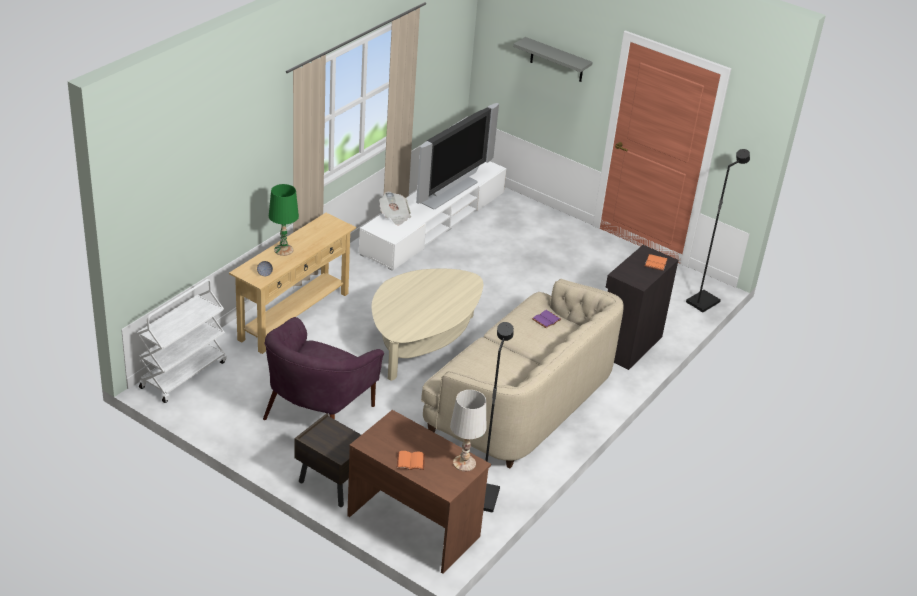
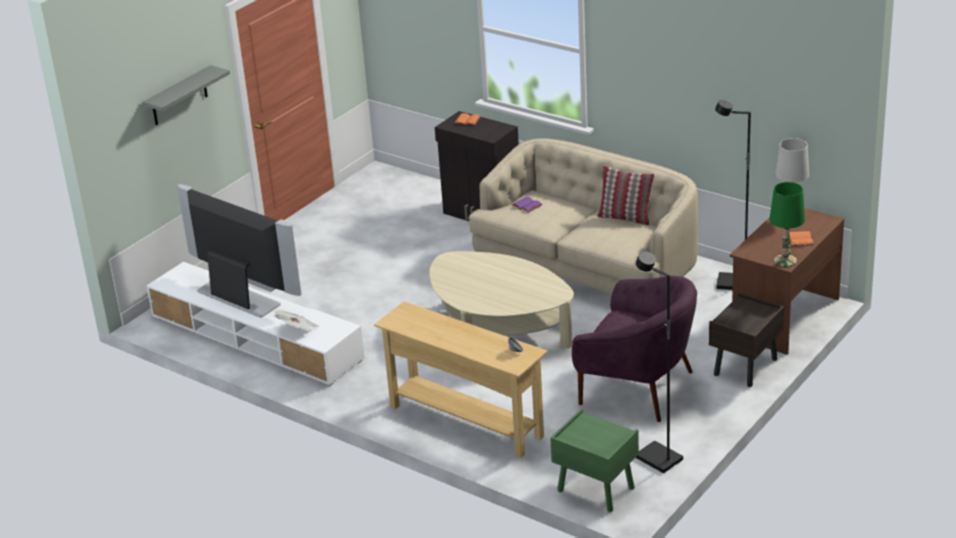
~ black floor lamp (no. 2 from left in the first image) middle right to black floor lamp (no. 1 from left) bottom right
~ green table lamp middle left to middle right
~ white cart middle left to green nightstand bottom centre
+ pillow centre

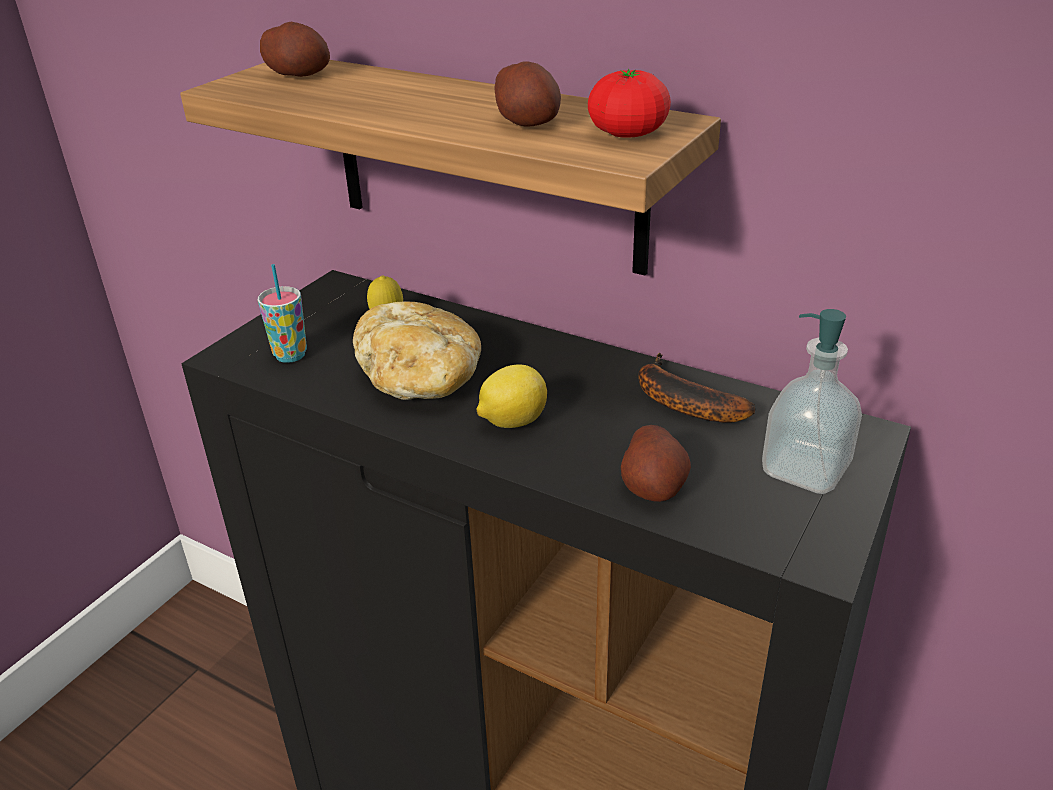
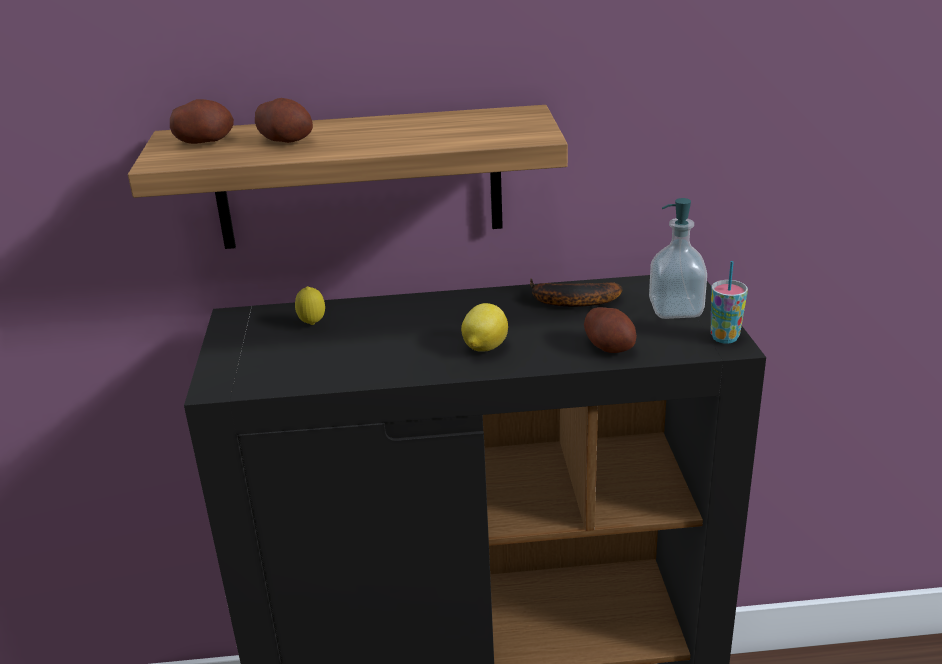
~ potato (no. 2 from left) top centre to top left
- tomato top centre
~ cup middle left to middle right
- bread centre

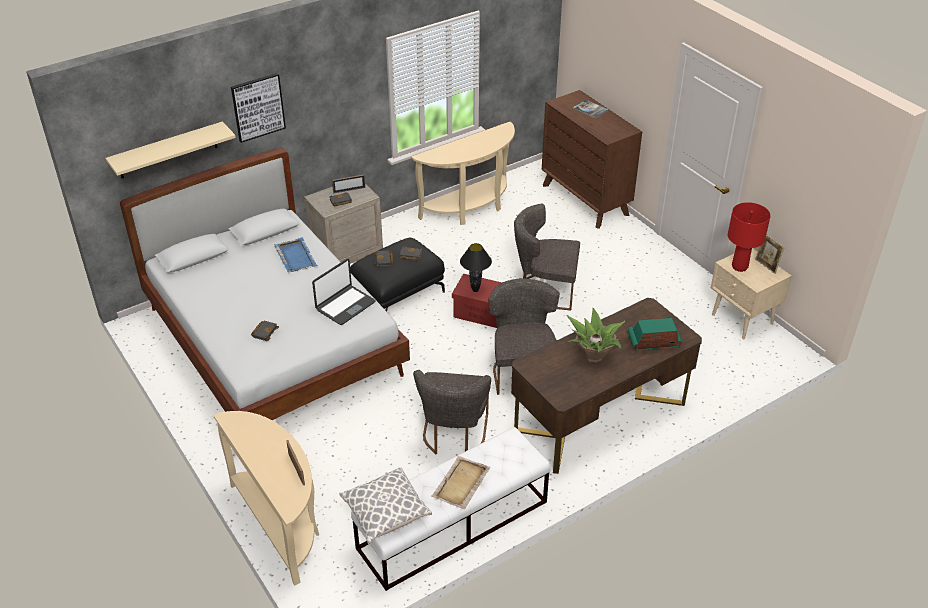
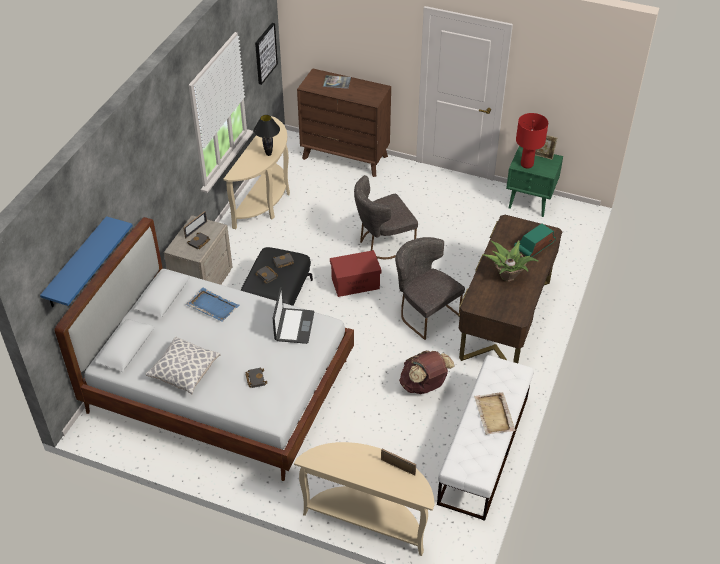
~ picture top left to top centre
~ beige shelf top left to blue shelf middle left
~ black table lamp centre to top centre
~ beige nightstand (no. 2 from left) middle right to green nightstand top right
~ grey chair (no. 1 from left) bottom centre to brown backpack centre
~ pillow bottom centre to middle left

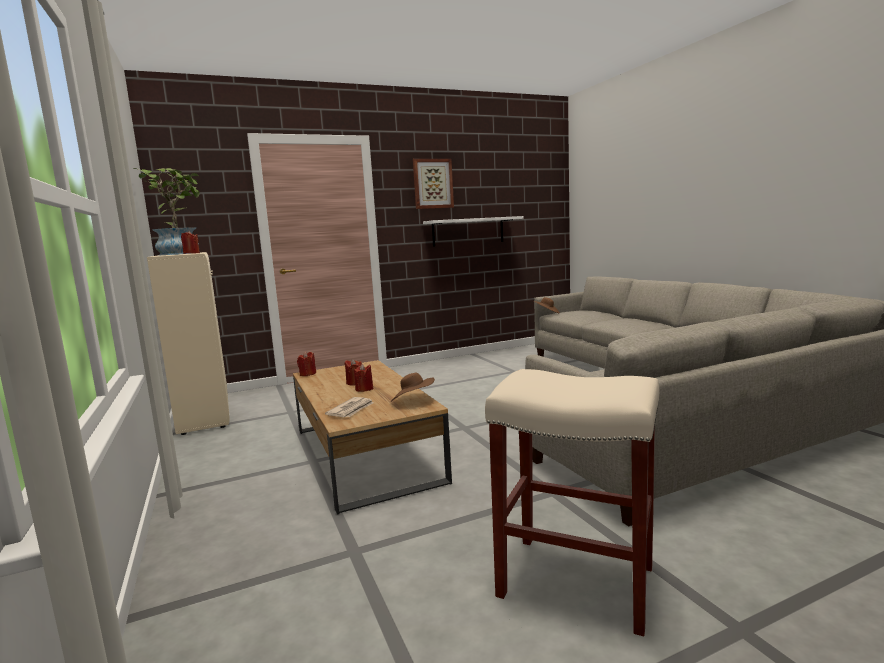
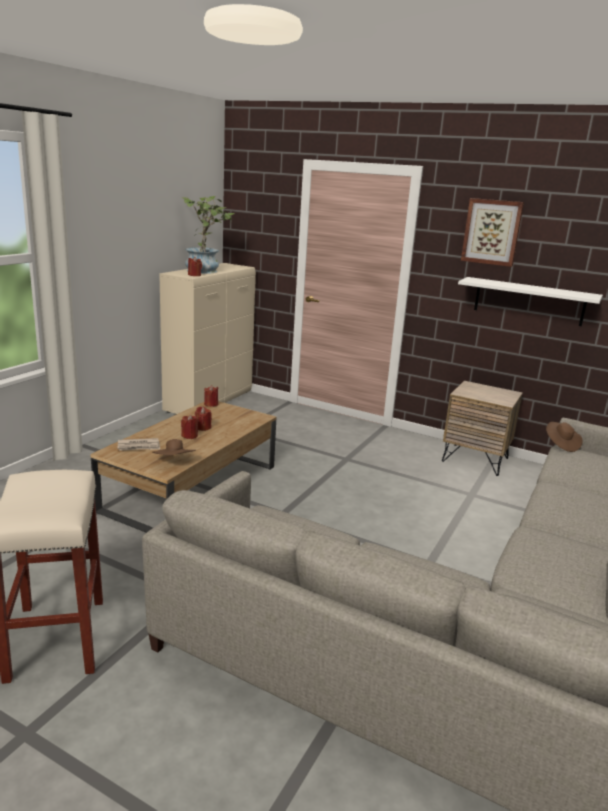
+ brown nightstand middle right

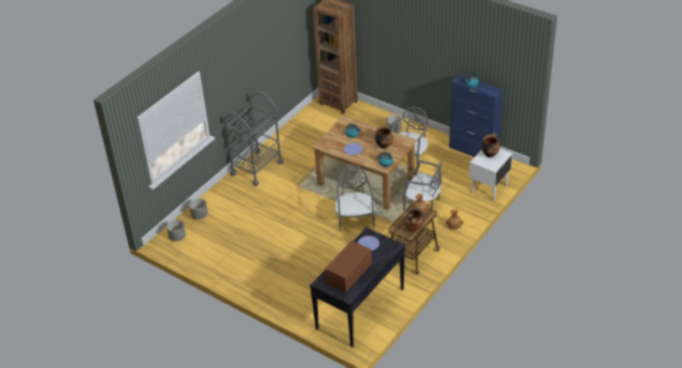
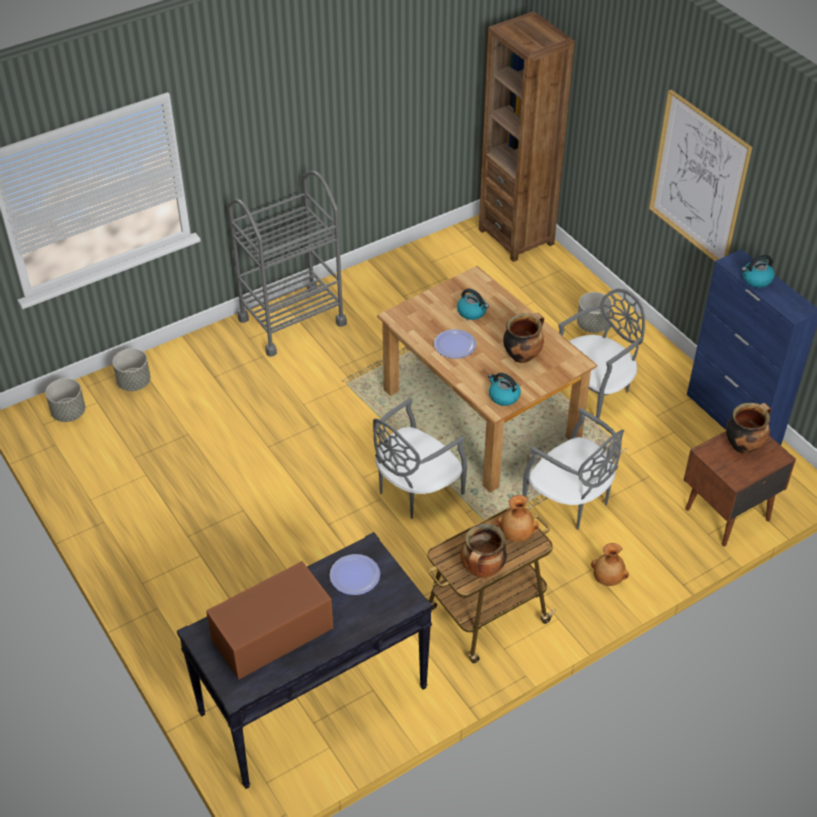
~ white nightstand middle right to brown nightstand middle right
~ grey chair (no. 1 from left) centre = centre 150 degrees counterclockwise
+ picture top right

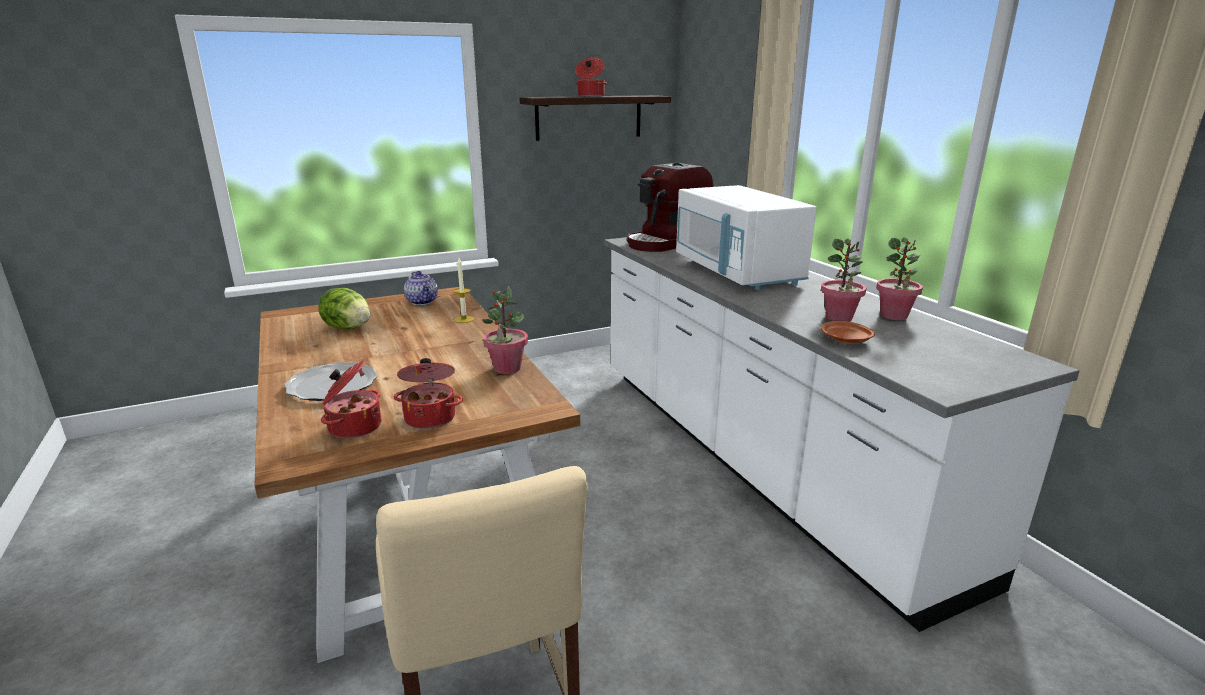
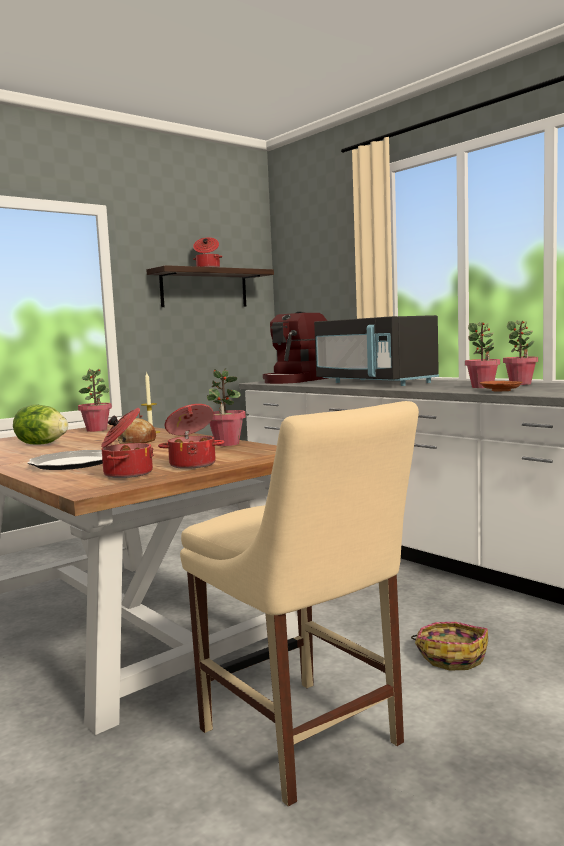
~ white microwave centre to black microwave middle right
~ teapot centre to potted plant (no. 1 from left) middle left
+ bread middle left
+ basket bottom right

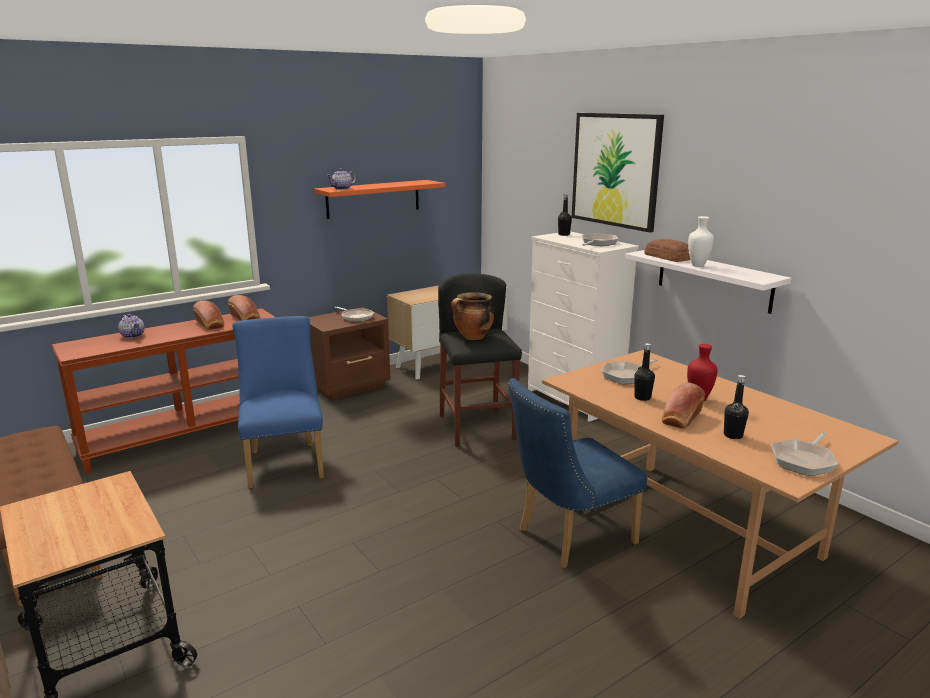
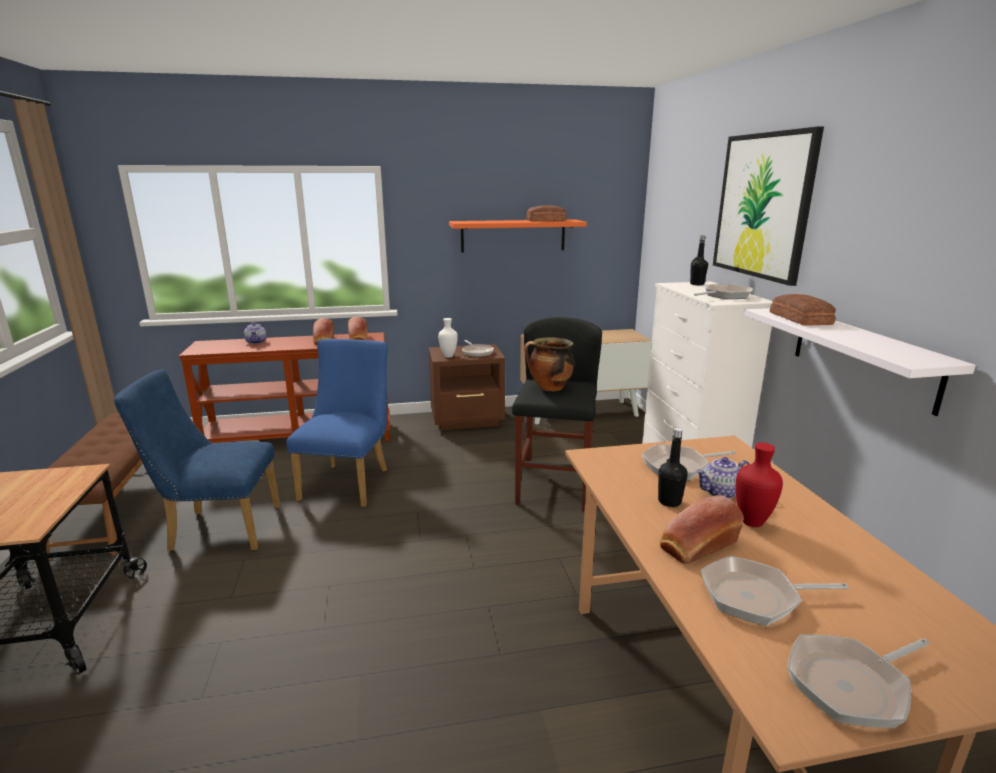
~ teapot (no. 2 from left) top centre to middle right
~ white vase middle right to centre
~ black bottle (no. 3 from left) middle right to frying pan (no. 4 from left) bottom right
~ blue chair (no. 2 from left in the first image) bottom centre to blue chair (no. 1 from left) middle left
+ bread (no. 3 from left) top centre

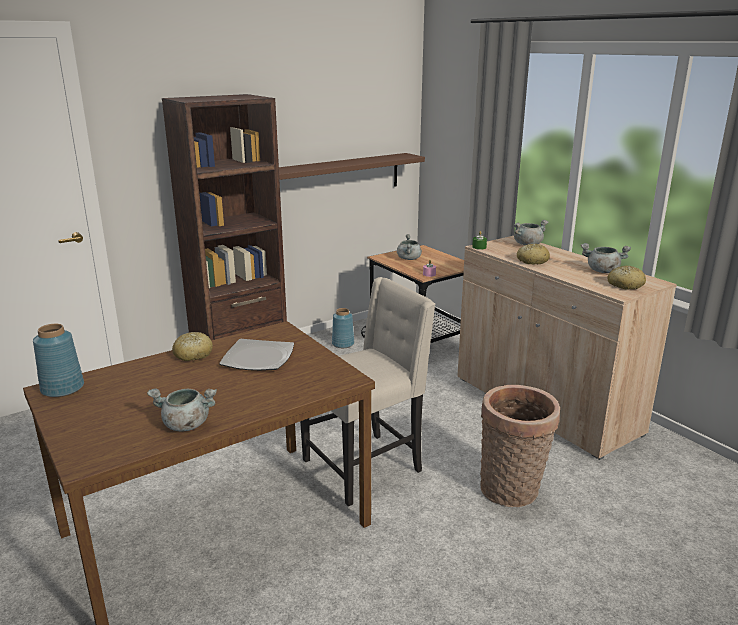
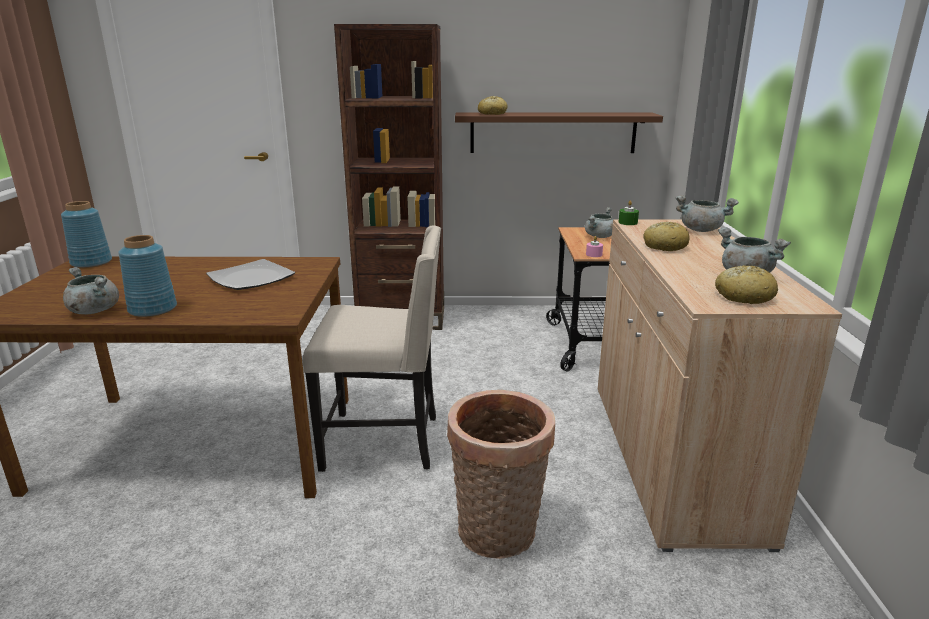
~ blue vase (no. 2 from left) centre to middle left
~ bread (no. 1 from left) middle left to top centre

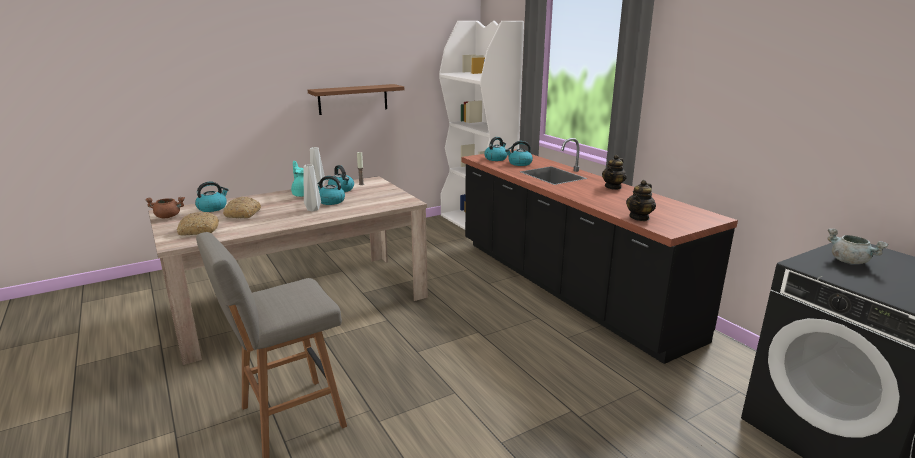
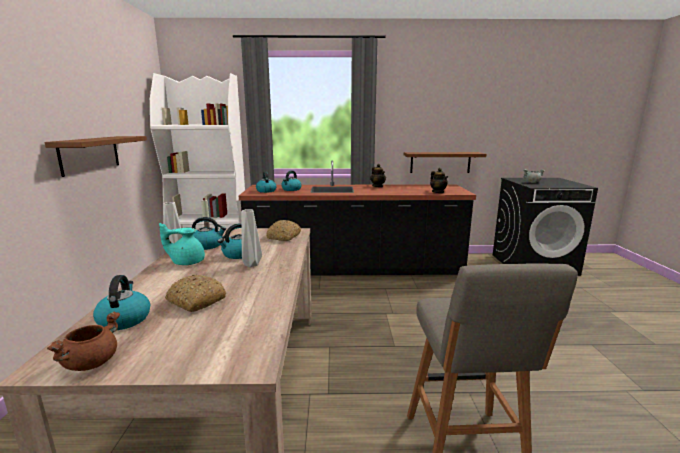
~ bread (no. 1 from left in the first image) middle left to bread (no. 2 from left) centre
+ brown shelf (no. 2 from left) centre

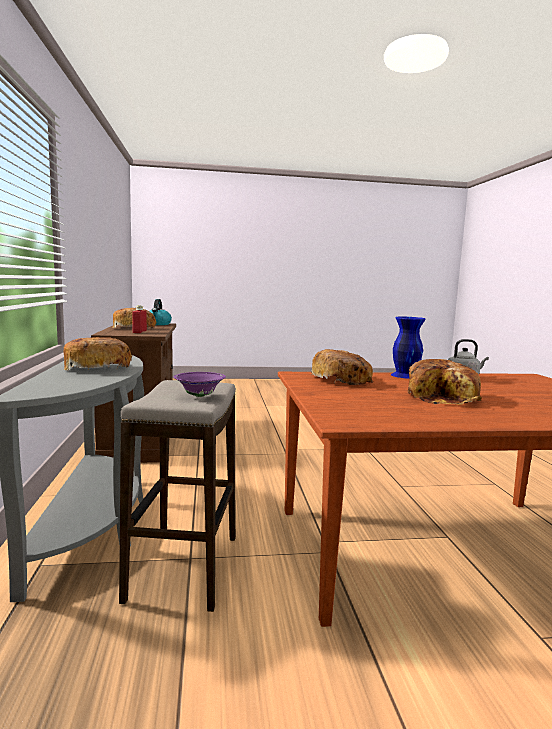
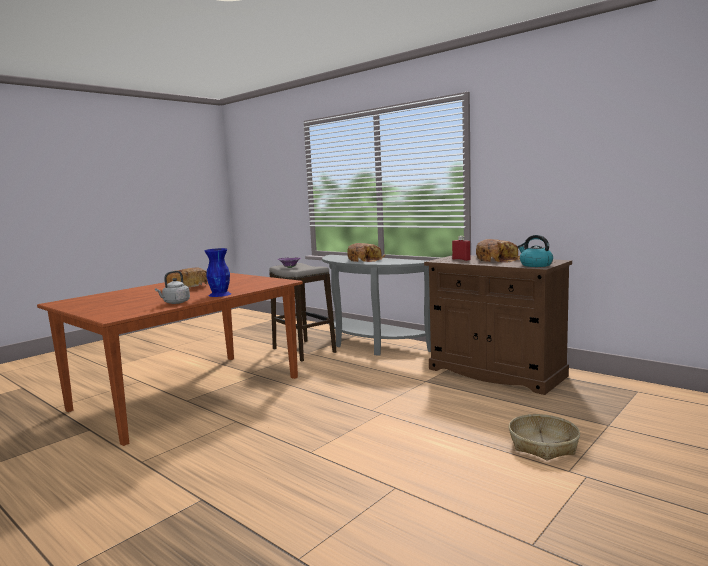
- bread (no. 3 from left) centre
+ basket bottom right

